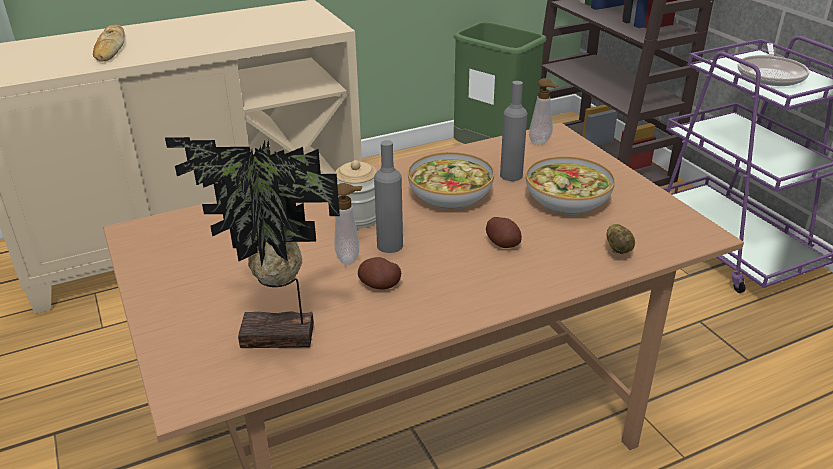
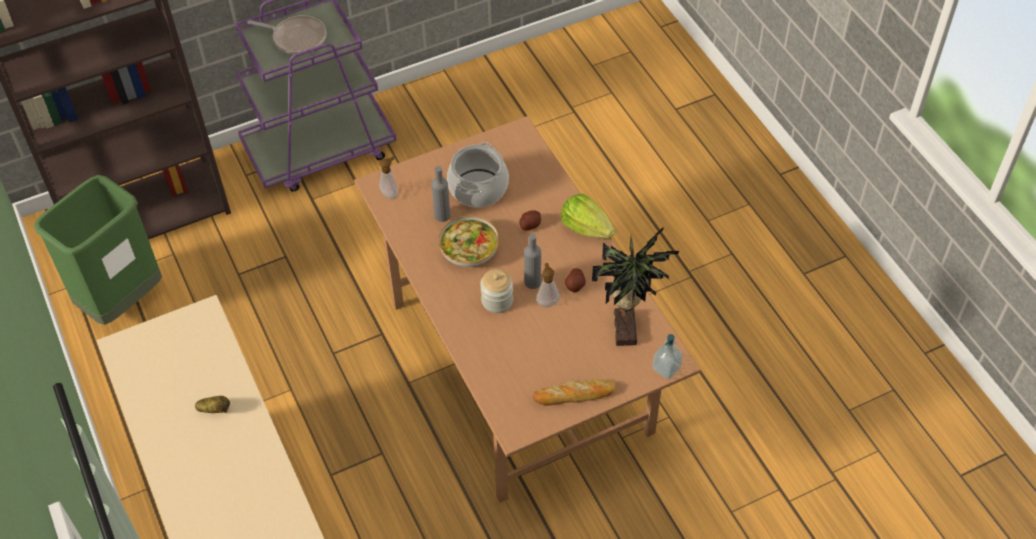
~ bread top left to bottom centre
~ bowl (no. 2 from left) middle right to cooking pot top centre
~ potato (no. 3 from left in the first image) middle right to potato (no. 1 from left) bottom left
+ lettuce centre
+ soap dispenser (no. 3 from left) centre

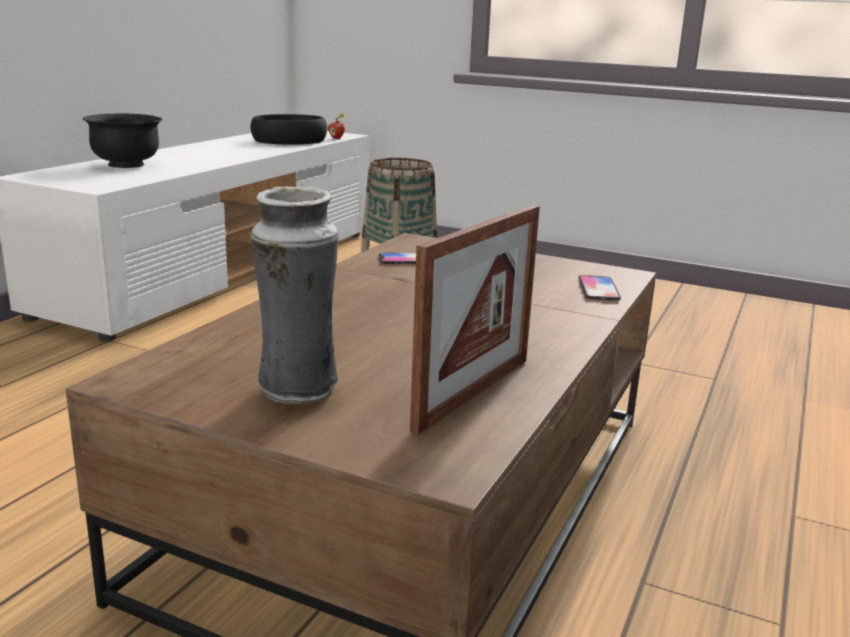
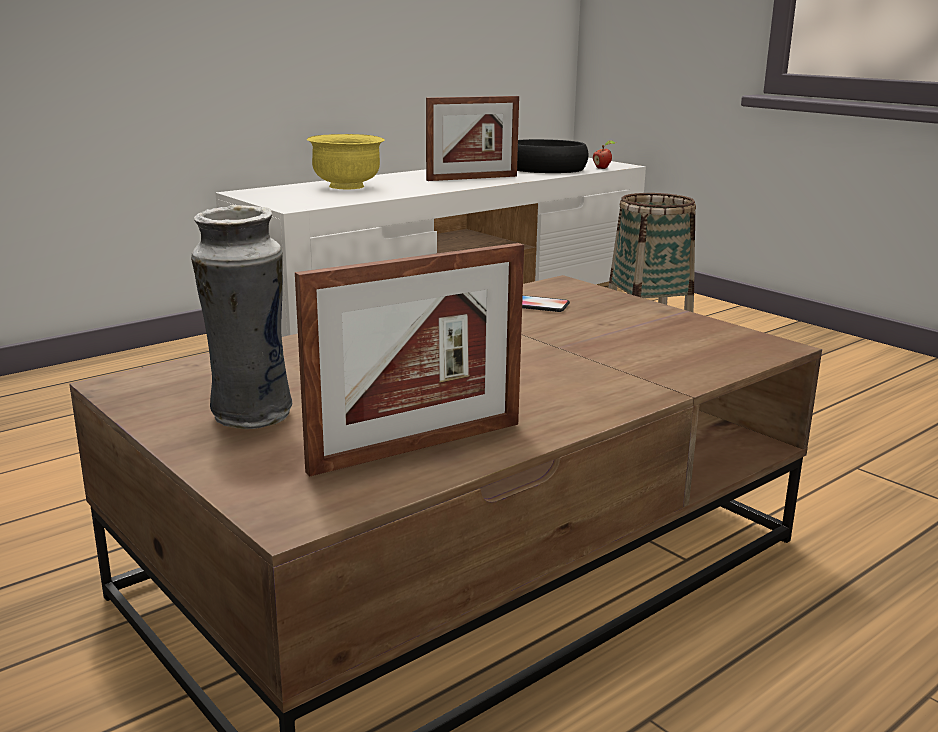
~ black bowl (no. 1 from left) top left to yellow bowl top centre
- phone (no. 2 from left) middle right
+ picture frame (no. 2 from left) top centre

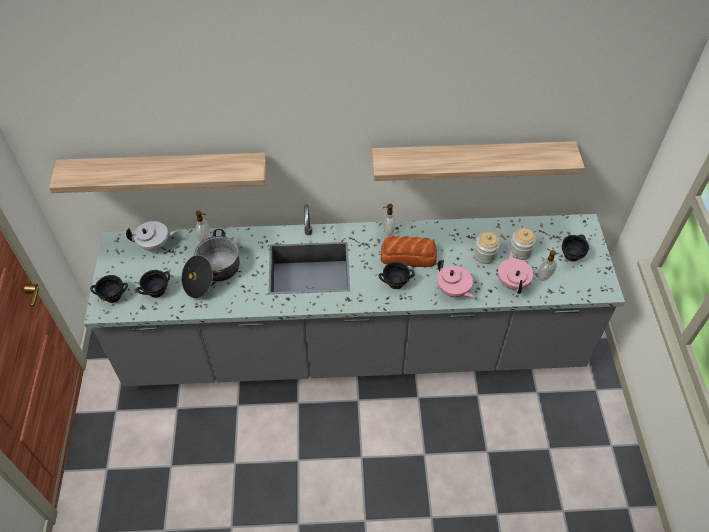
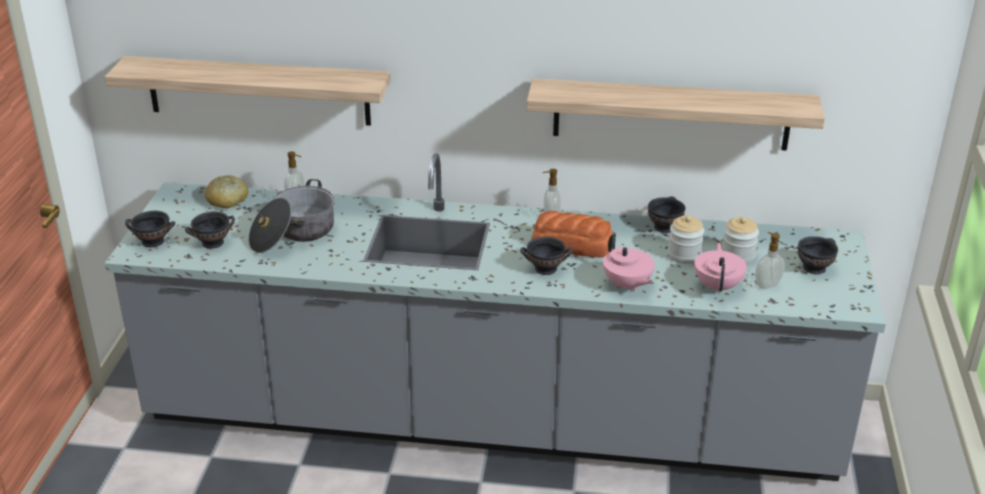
~ white teapot middle left to bread (no. 1 from left) middle left
+ black bowl (no. 4 from left) middle right

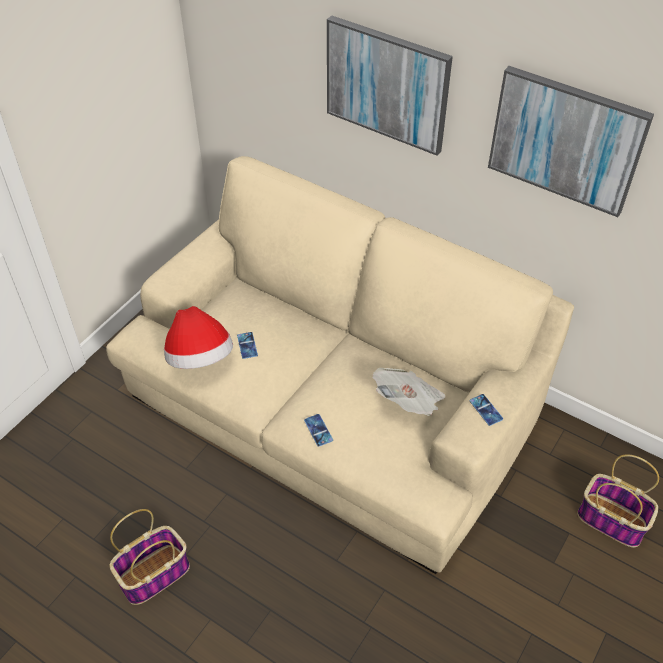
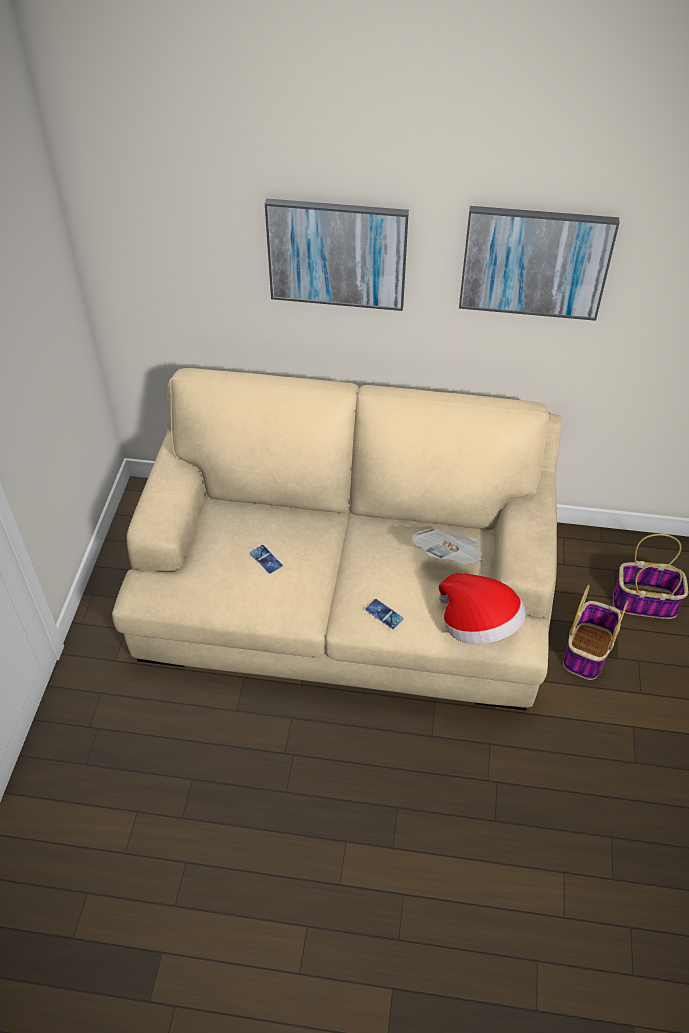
~ hat middle left to middle right
- phone (no. 3 from left) middle right
~ basket (no. 1 from left) bottom left to middle right

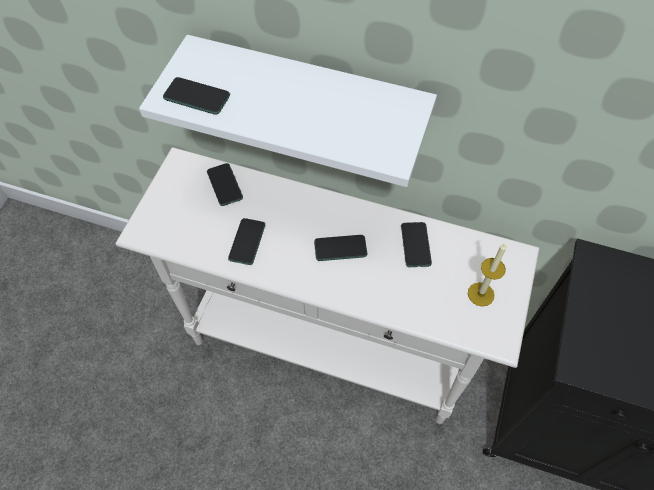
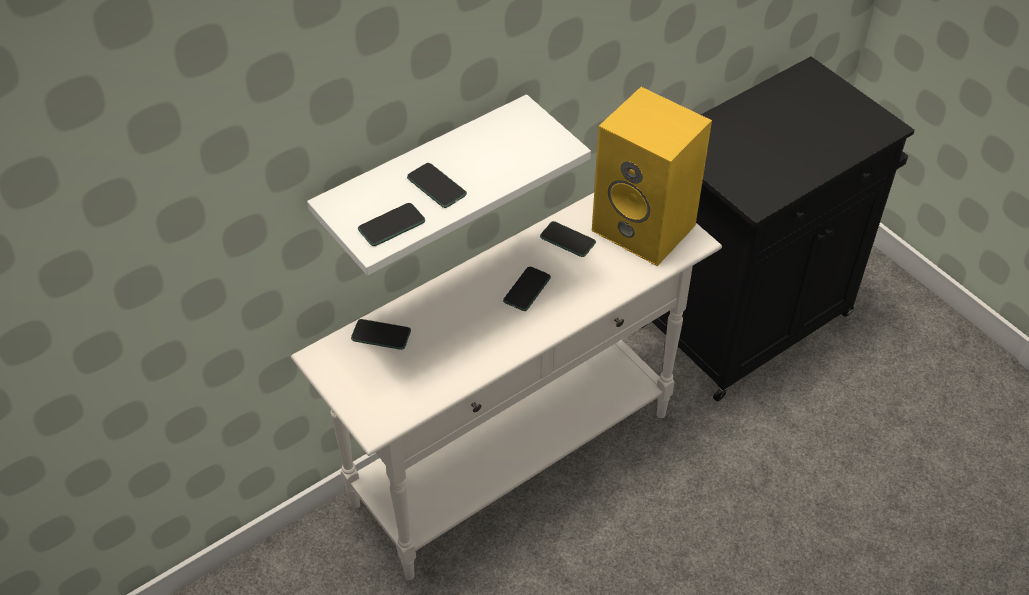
~ phone (no. 3 from left) centre to top centre
~ candle middle right to yellow speaker top centre

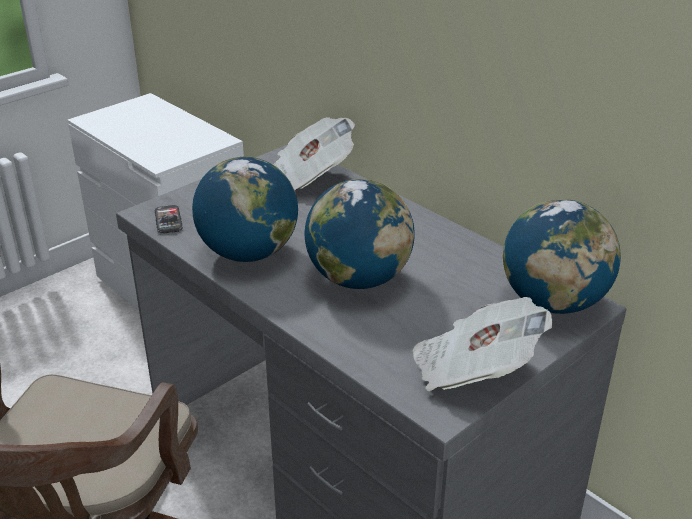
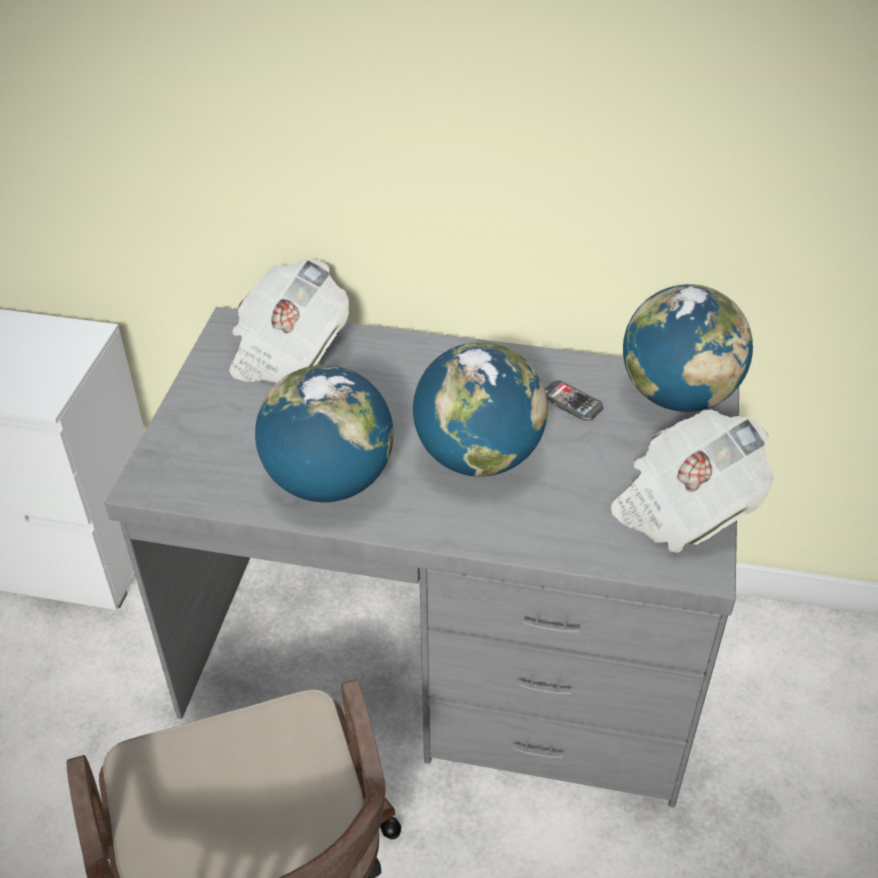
~ phone middle left to centre

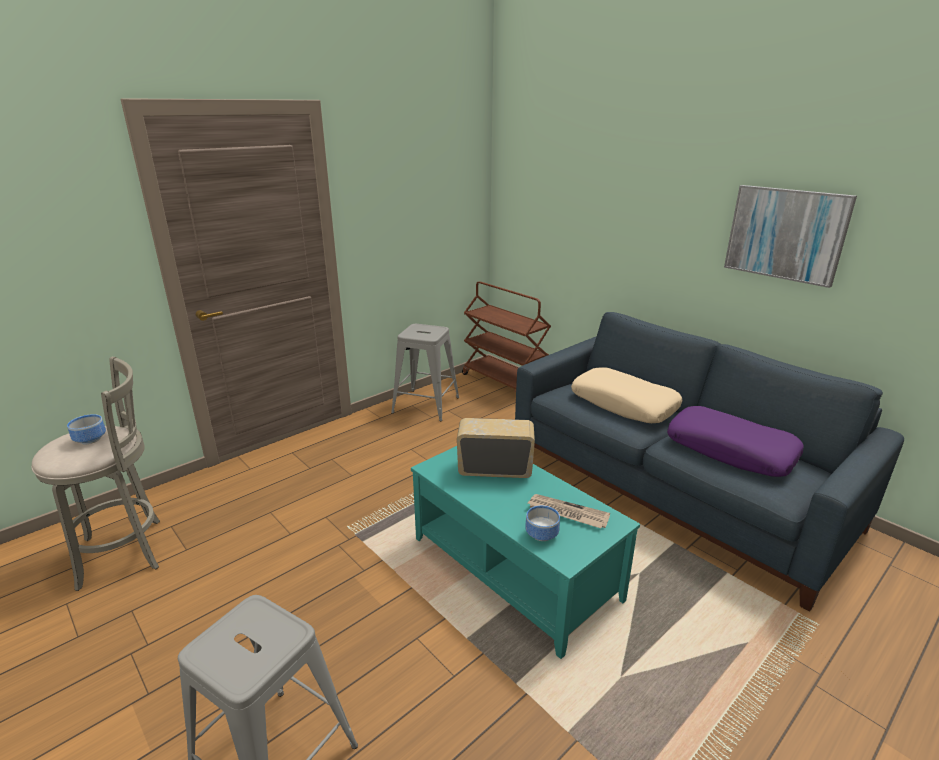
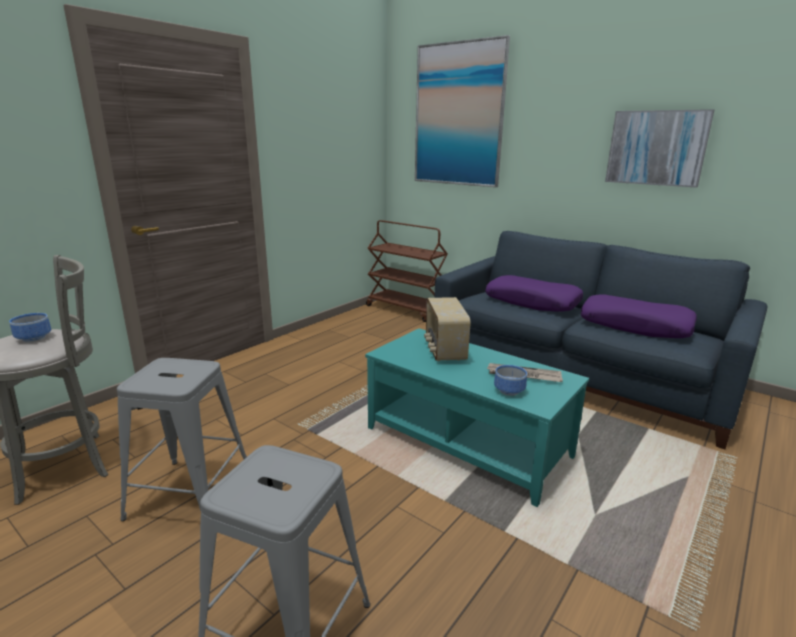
~ grey stool (no. 3 from left in the first image) centre to grey stool (no. 2 from left) bottom left
~ beige pillow middle right to purple pillow (no. 1 from left) middle right
~ radio centre = centre 90 degrees counterclockwise
+ picture (no. 1 from left) top centre

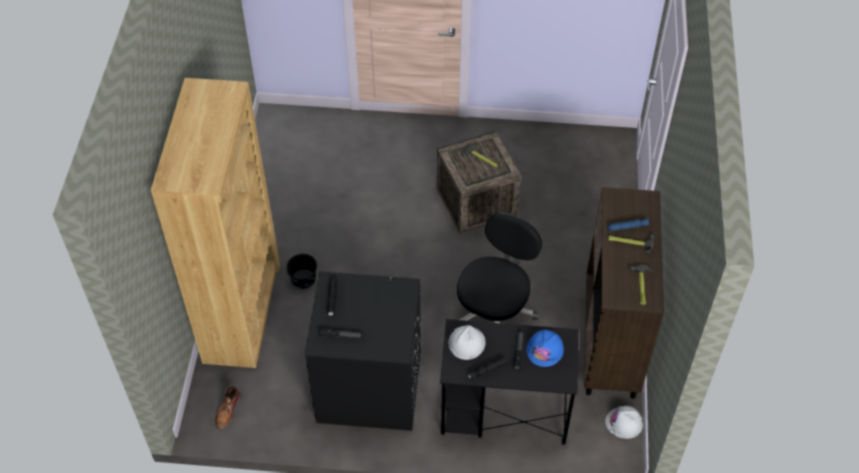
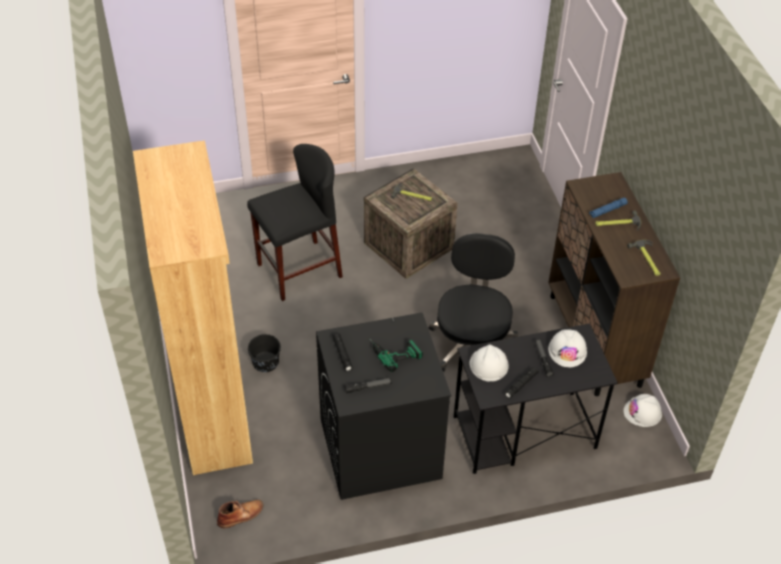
~ blue hard hat bottom centre to white hard hat (no. 2 from left) middle right
~ brown boot bottom left = bottom left 120 degrees counterclockwise
+ black stool centre
+ power drill centre

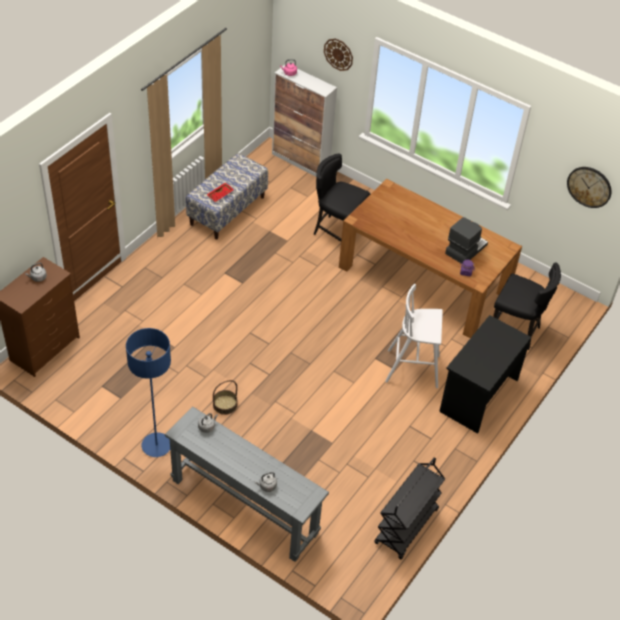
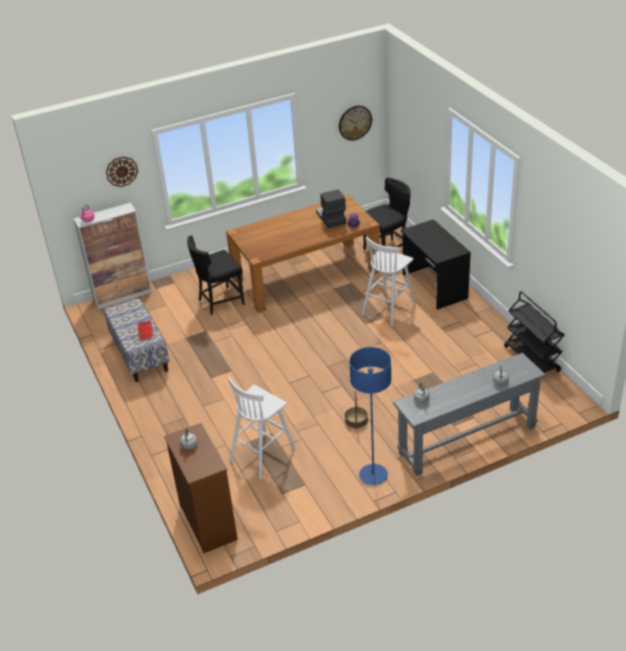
+ white stool (no. 1 from left) centre

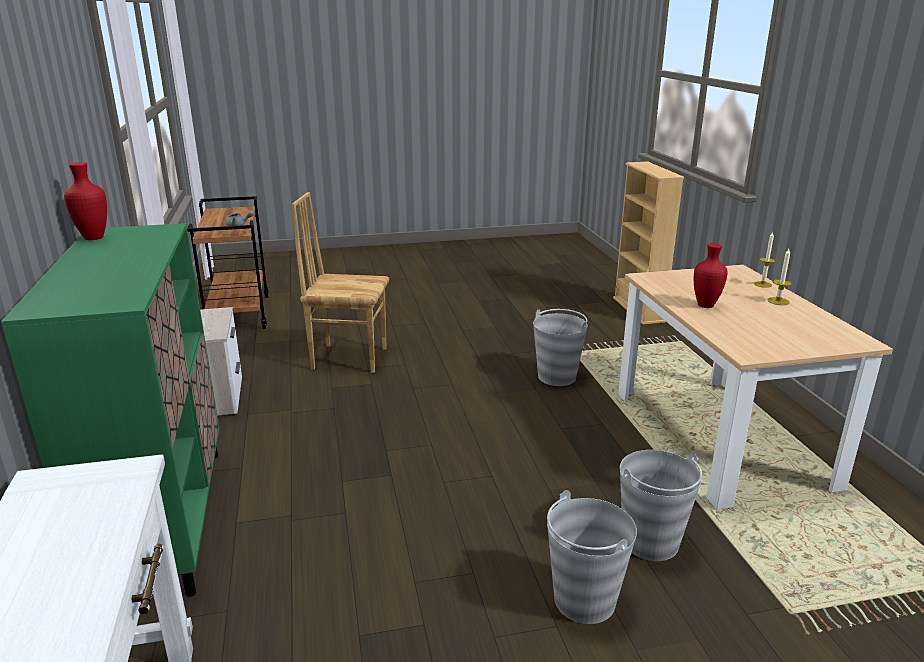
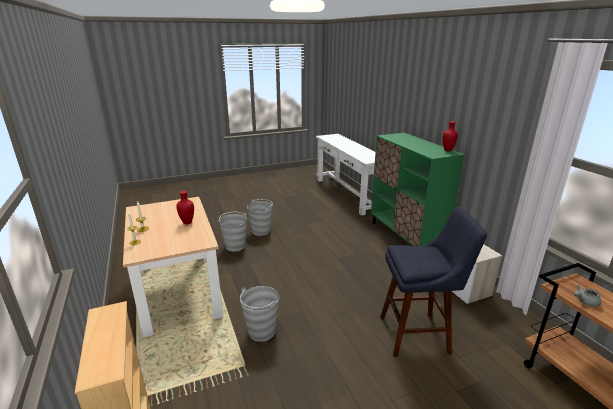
~ brown chair centre to blue stool bottom right

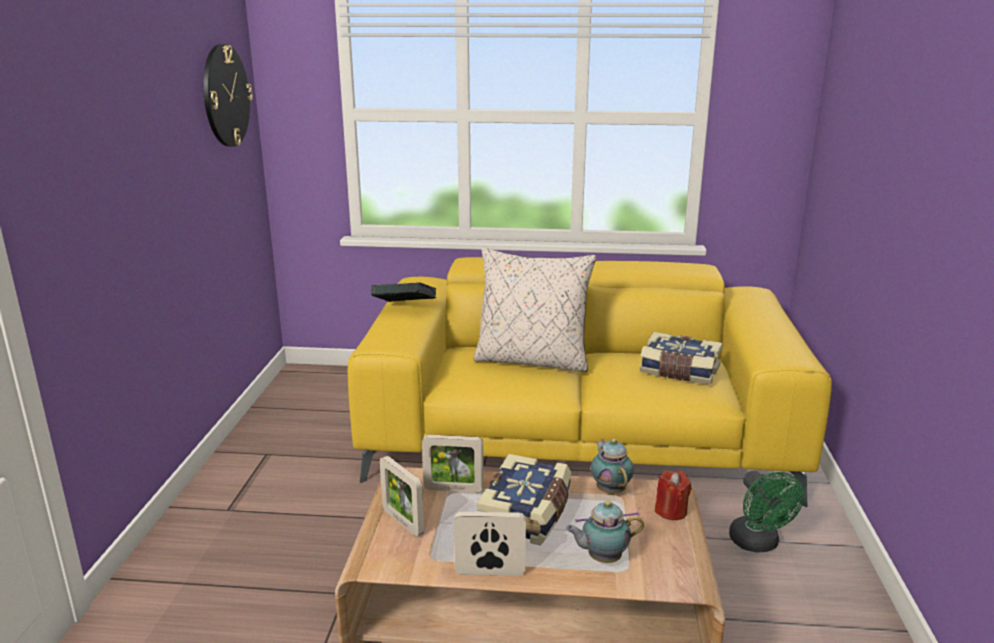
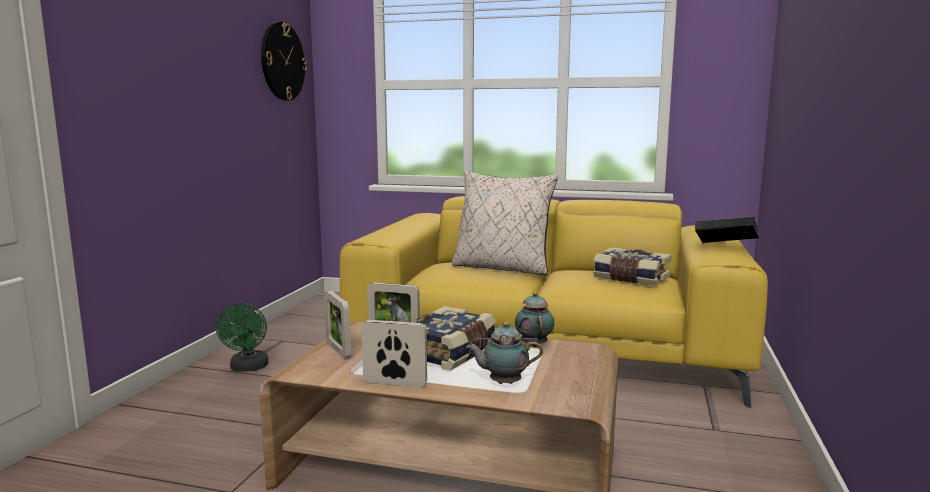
~ book (no. 1 from left in the first image) centre to book (no. 3 from left) middle right
- red candle bottom right
~ green fan bottom right to bottom left

